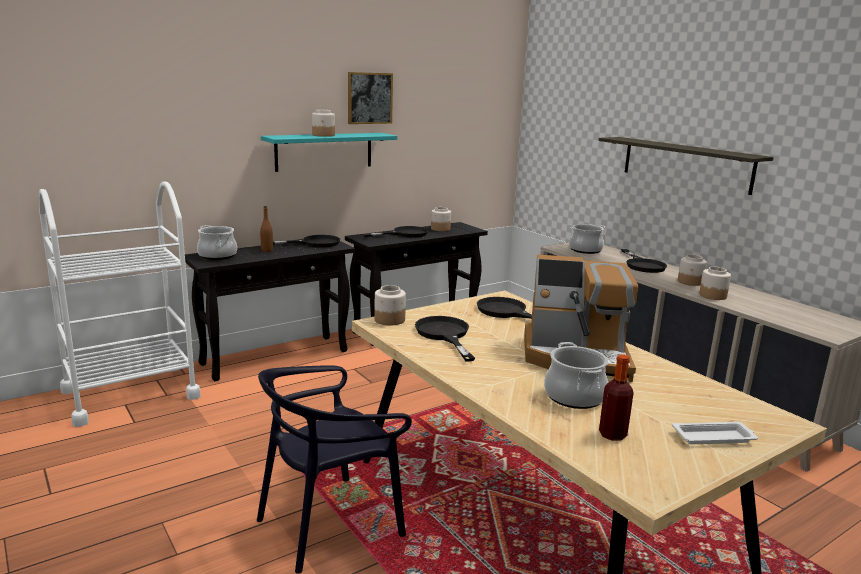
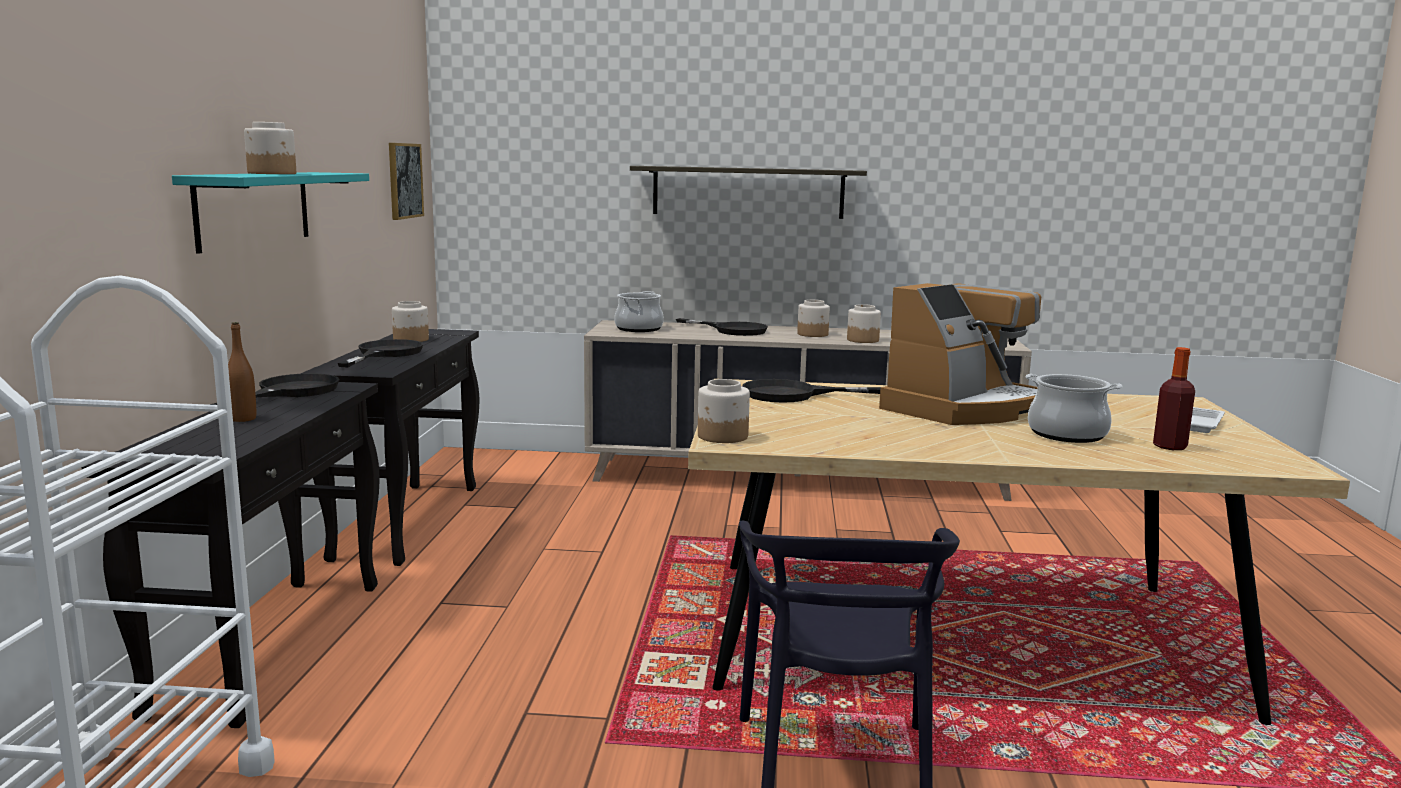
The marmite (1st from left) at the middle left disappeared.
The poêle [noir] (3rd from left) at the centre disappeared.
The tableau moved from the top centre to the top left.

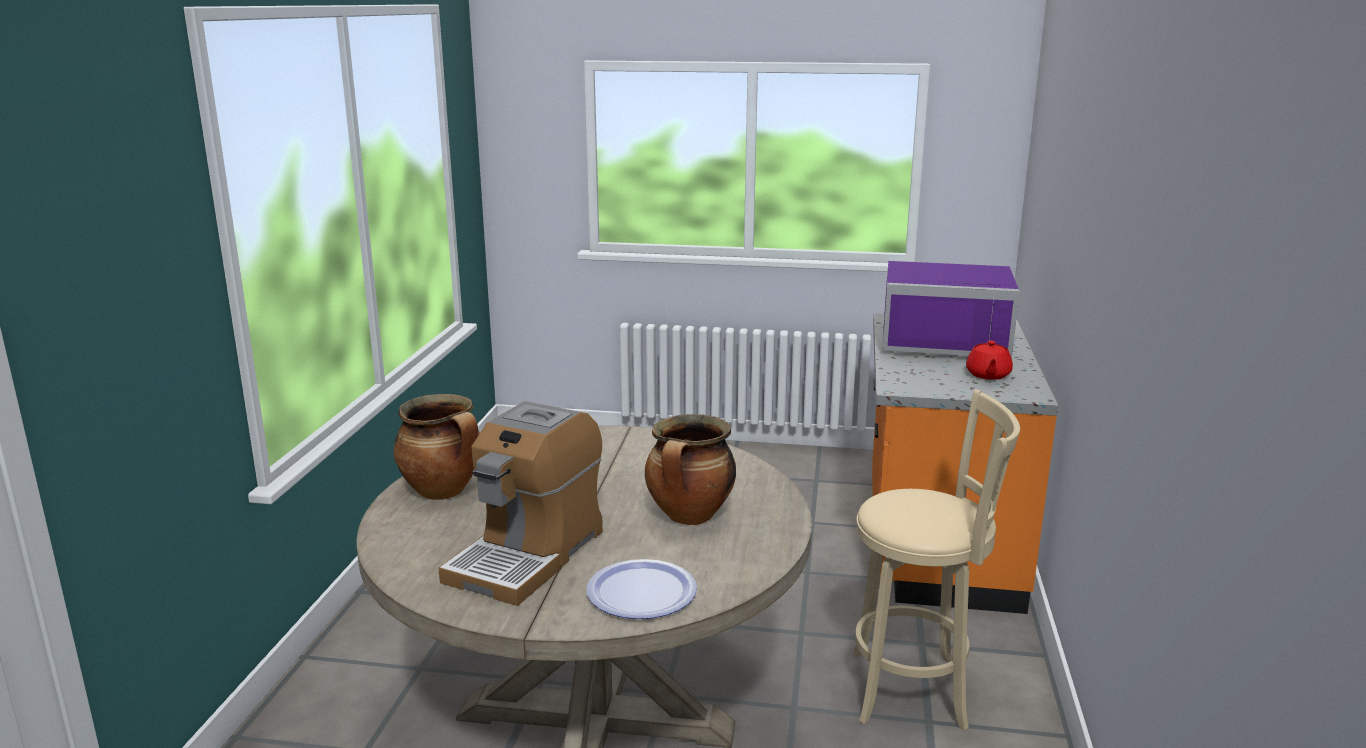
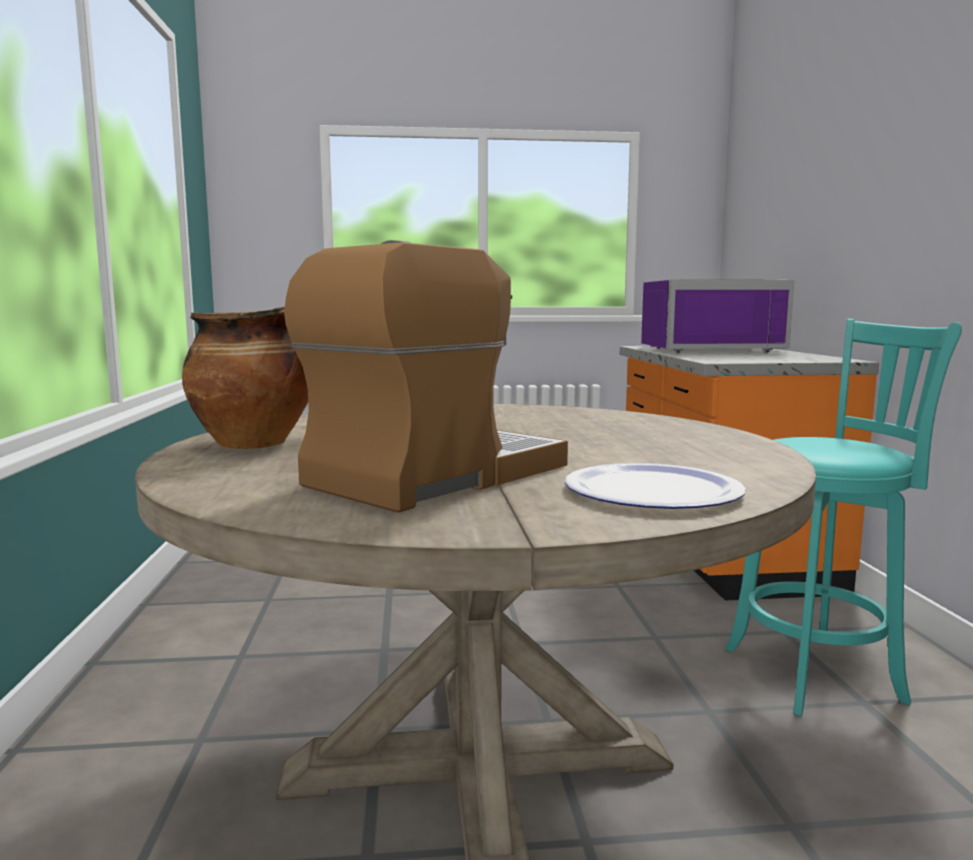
The marmite (2nd from left) at the centre disappeared.
The théière [rouge] at the middle right disappeared.
The tabouret [beige] at the bottom right became the tabouret [turquoise] at the middle right.
The machine à café at the bottom centre turned 150 degrees counterclockwise.

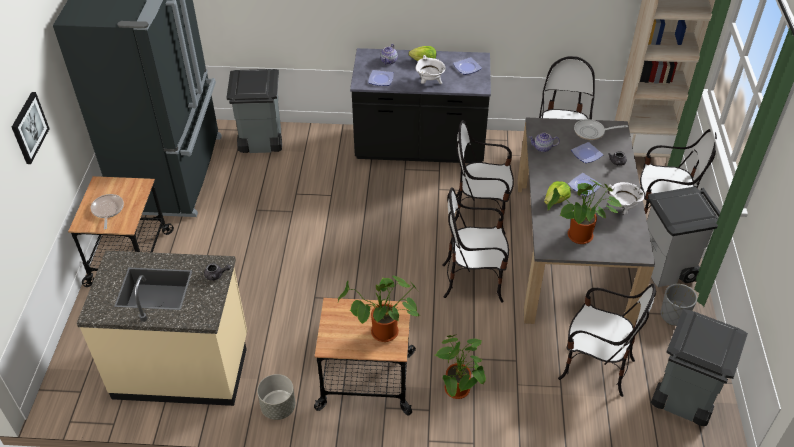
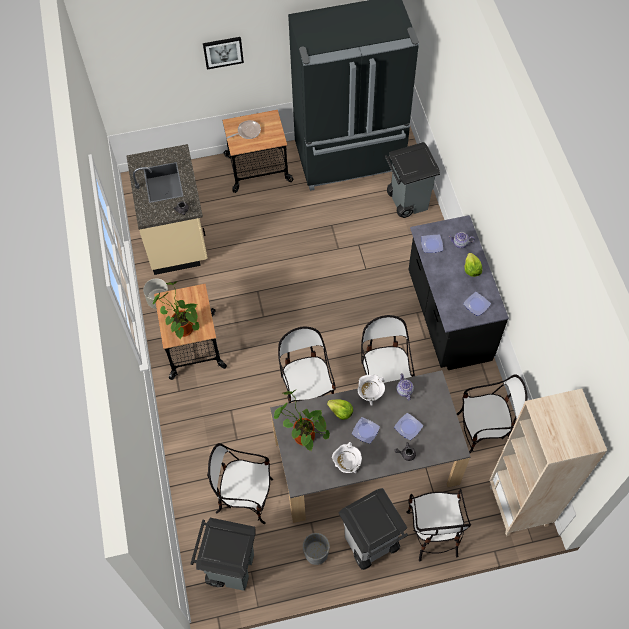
The plante en pot (2nd from left) at the bottom centre disappeared.
The poêle (2nd from left) at the top right disappeared.
The marmite [blanc] (1st from left in the first image) moved from the top centre to the centre.
The chaise (4th from left in the first image) at the bottom right turned 90 degrees clockwise.

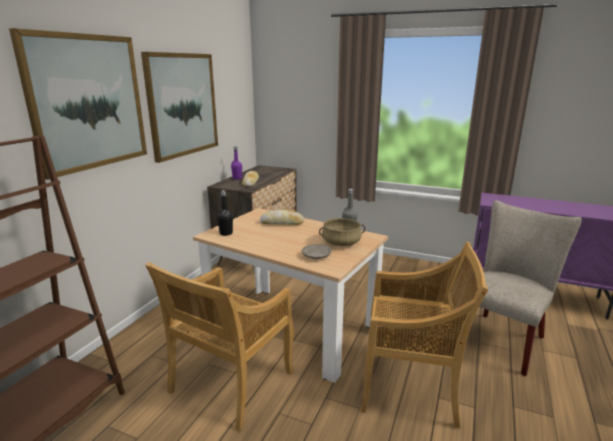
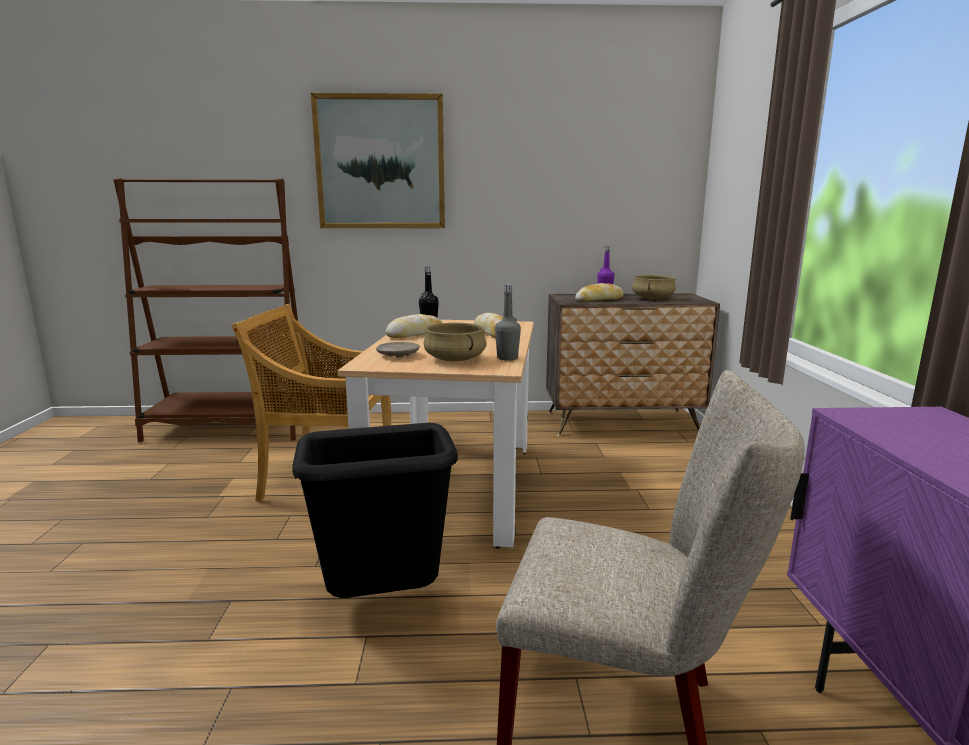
The tableau (2nd from left) at the top left disappeared.
The pain (1st from left) at the centre appeared.
The marmite [beige] (2nd from left) at the middle right appeared.
The chaise [beige] (2nd from left) at the bottom right was replaced by the poubelle [noir] at the bottom centre.

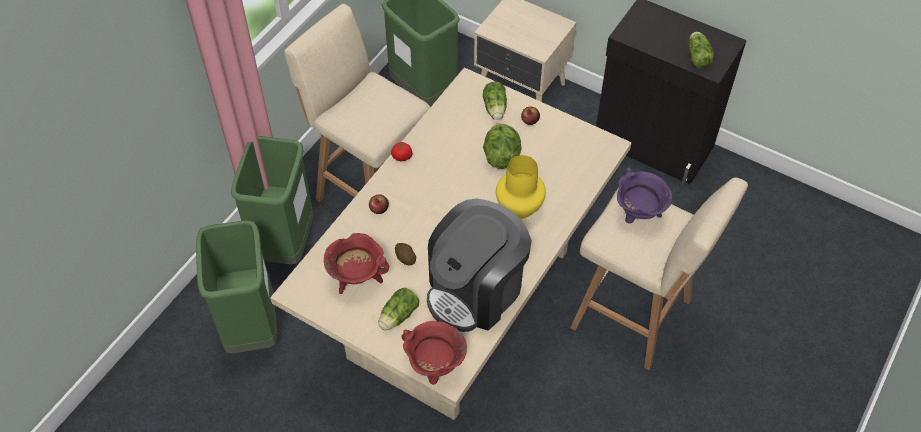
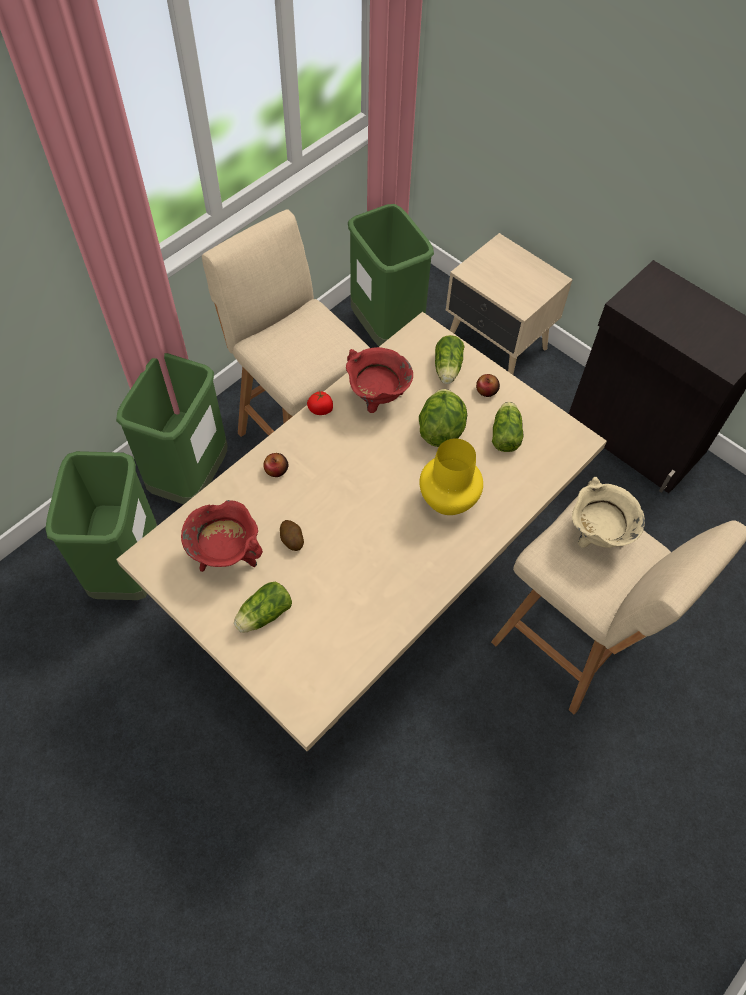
The machine à café at the centre disappeared.
The marmite [rouge] (2nd from left) moved from the bottom centre to the centre.
The laitue (4th from left) moved from the top right to the middle right.
The marmite [violet] at the middle right became the marmite [beige] at the middle right.

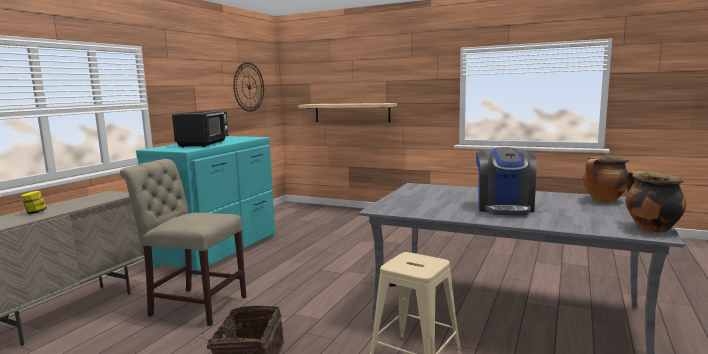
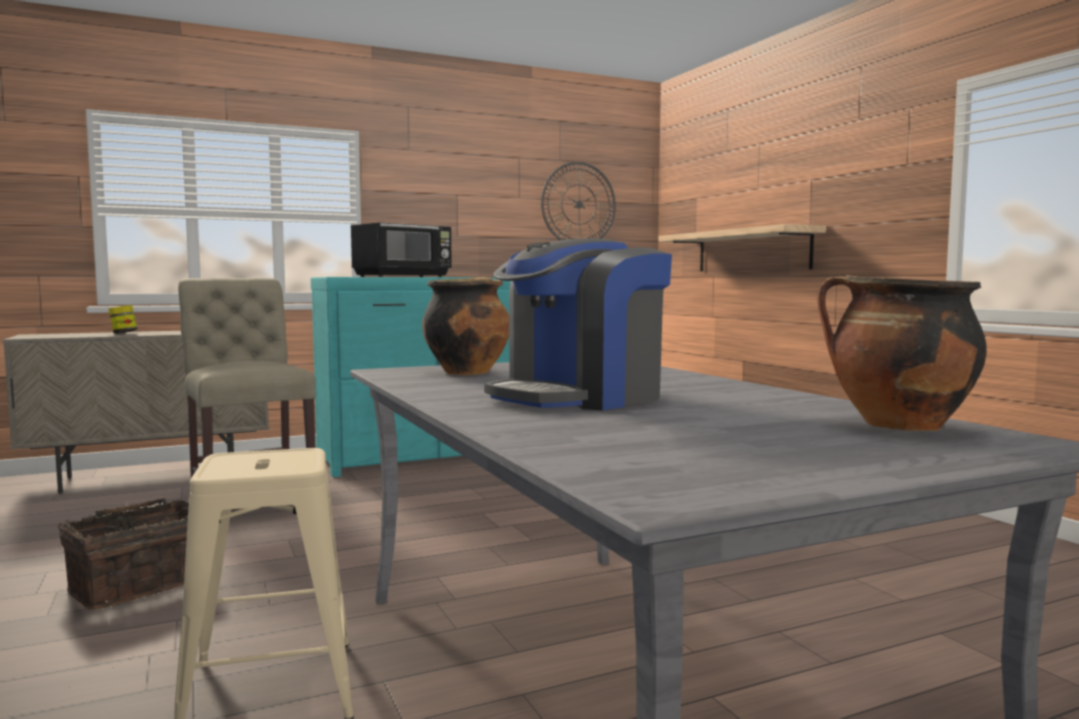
The marmite (2nd from left in the first image) moved from the middle right to the centre.

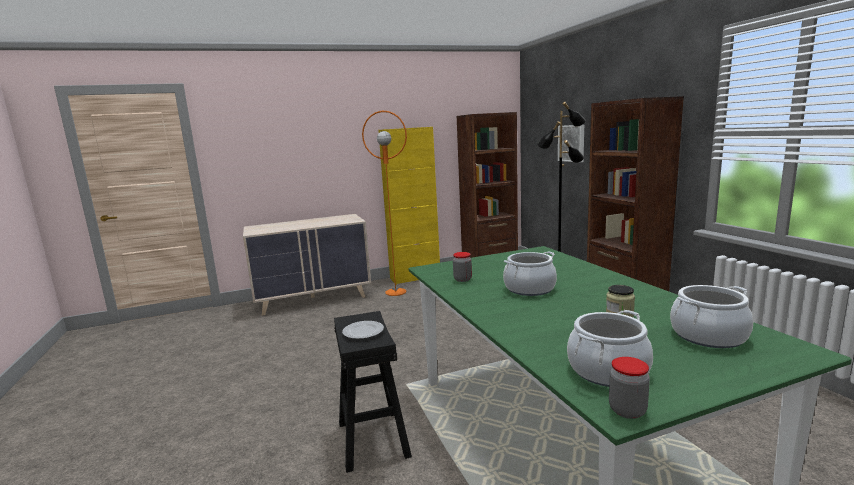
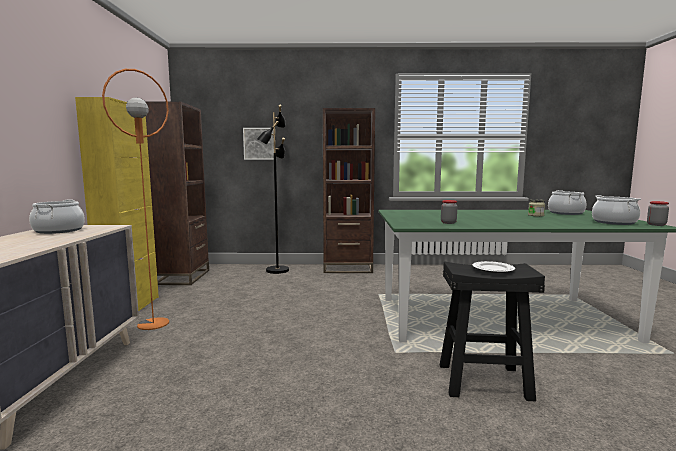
The marmite (1st from left) moved from the centre to the middle left.

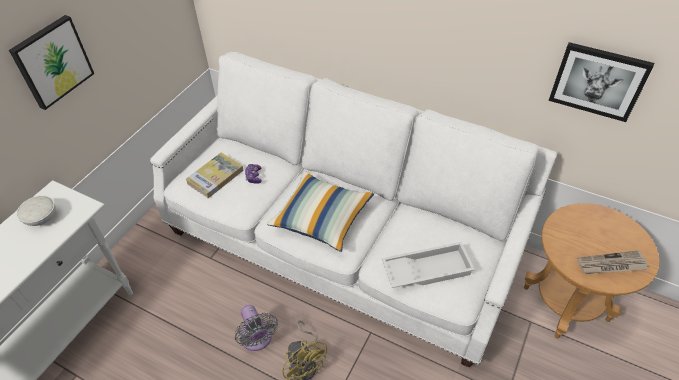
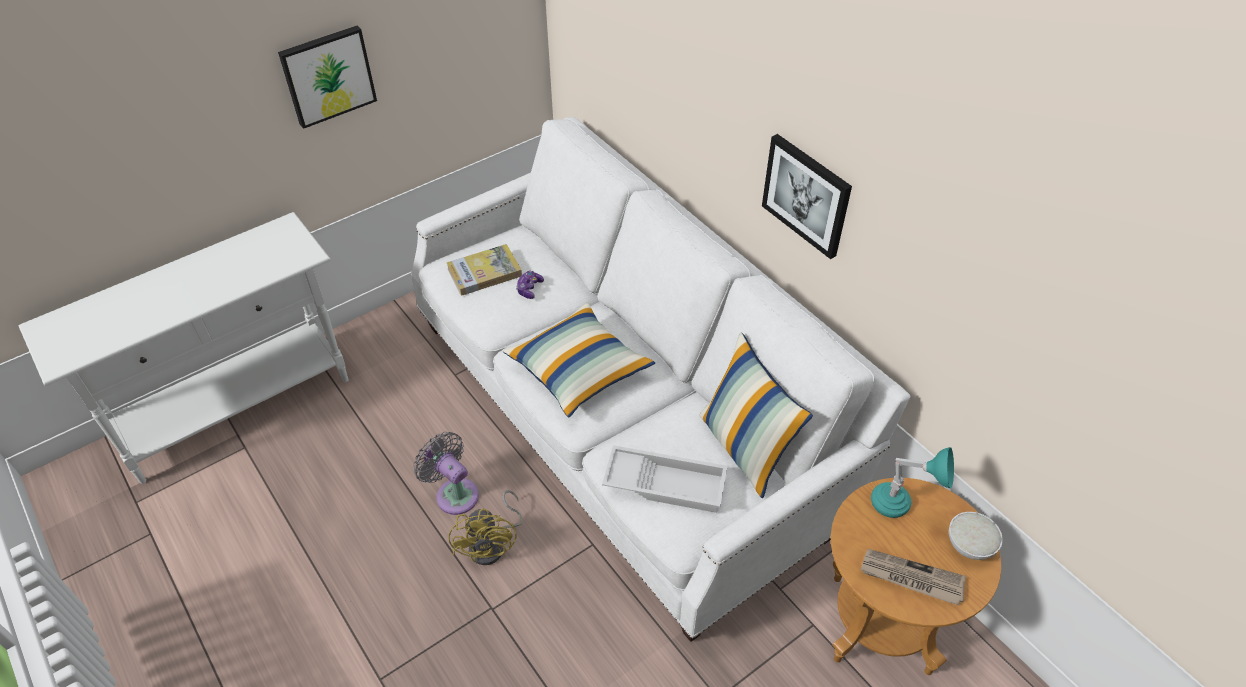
The coussin (2nd from left) at the centre appeared.
The lampe de table [turquoise] at the bottom right appeared.
The bol [blanc] moved from the middle left to the bottom right.
The tableau (2nd from left) moved from the top right to the top centre.
The ventilateur [gris] at the bottom centre turned 135 degrees clockwise.

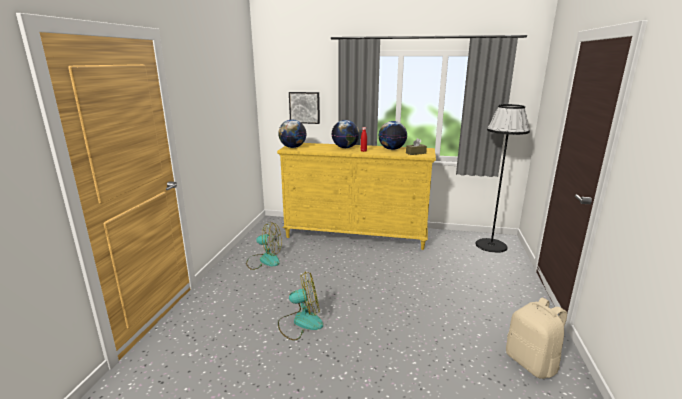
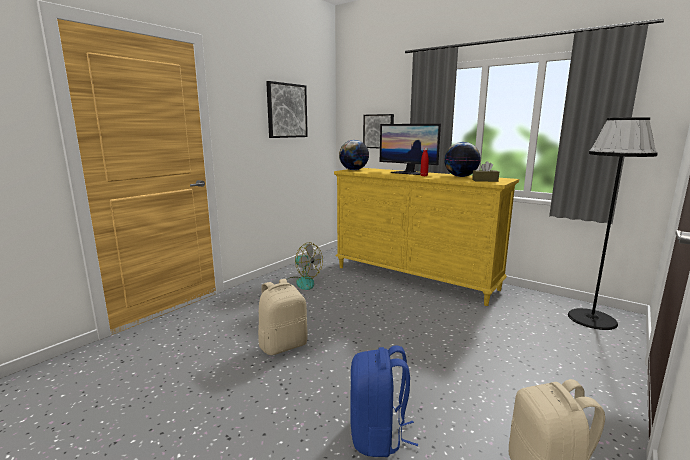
The tableau (1st from left) at the top centre appeared.
The sac à dos [bleu] at the bottom centre appeared.
The ventilateur (2nd from left) at the bottom centre was replaced by the sac à dos [beige] (1st from left) at the bottom centre.
The globe (2nd from left) at the centre was replaced by the écran d'ordinateur at the top centre.

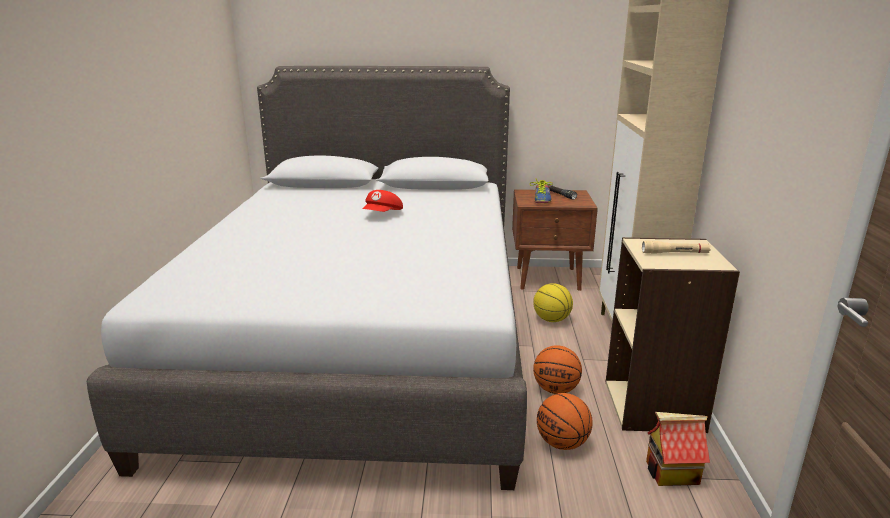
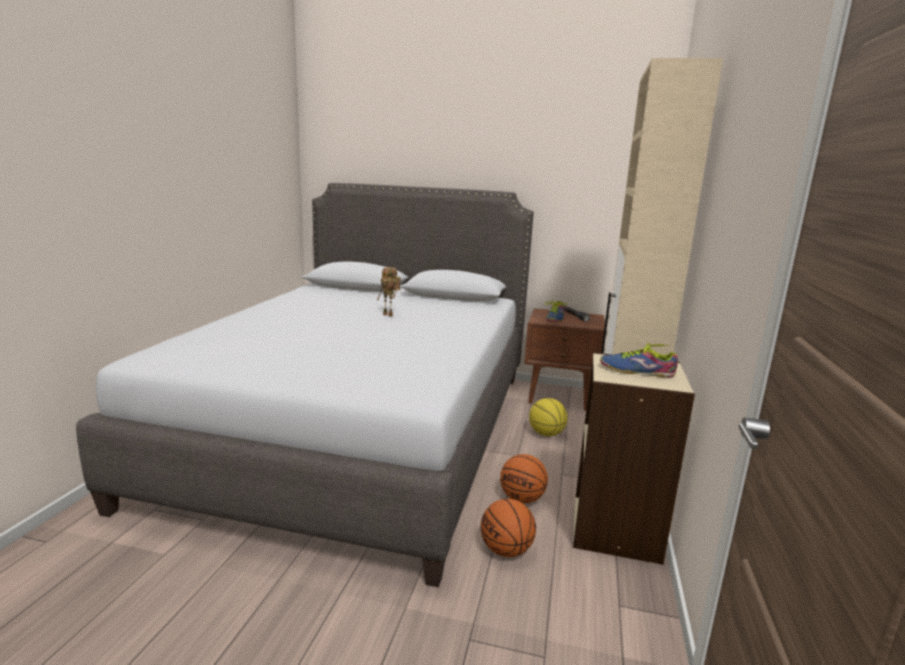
The maison miniature at the bottom right disappeared.
The casquette [rouge] at the centre was replaced by the robot jouet at the centre.
The lampe de poche [beige] at the middle right was replaced by the chaussure (2nd from left) at the middle right.

